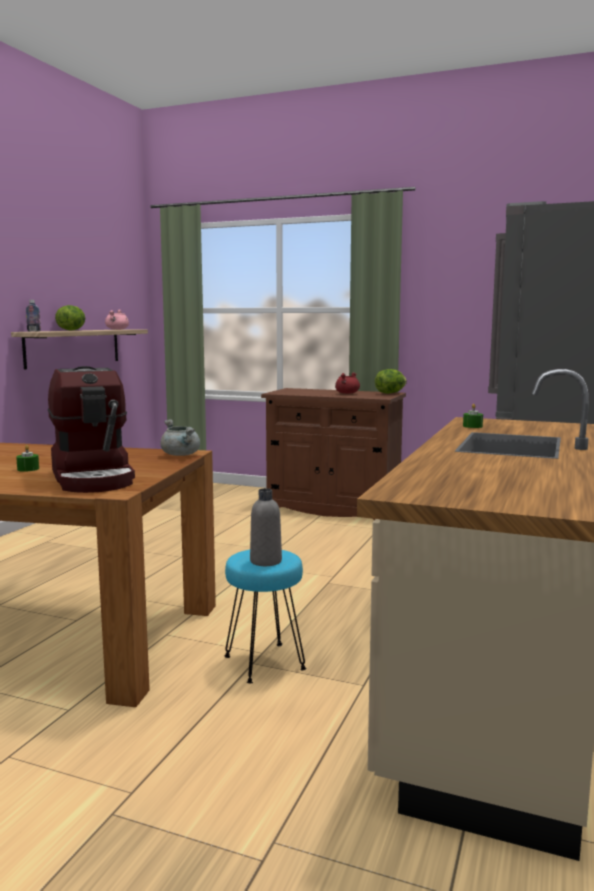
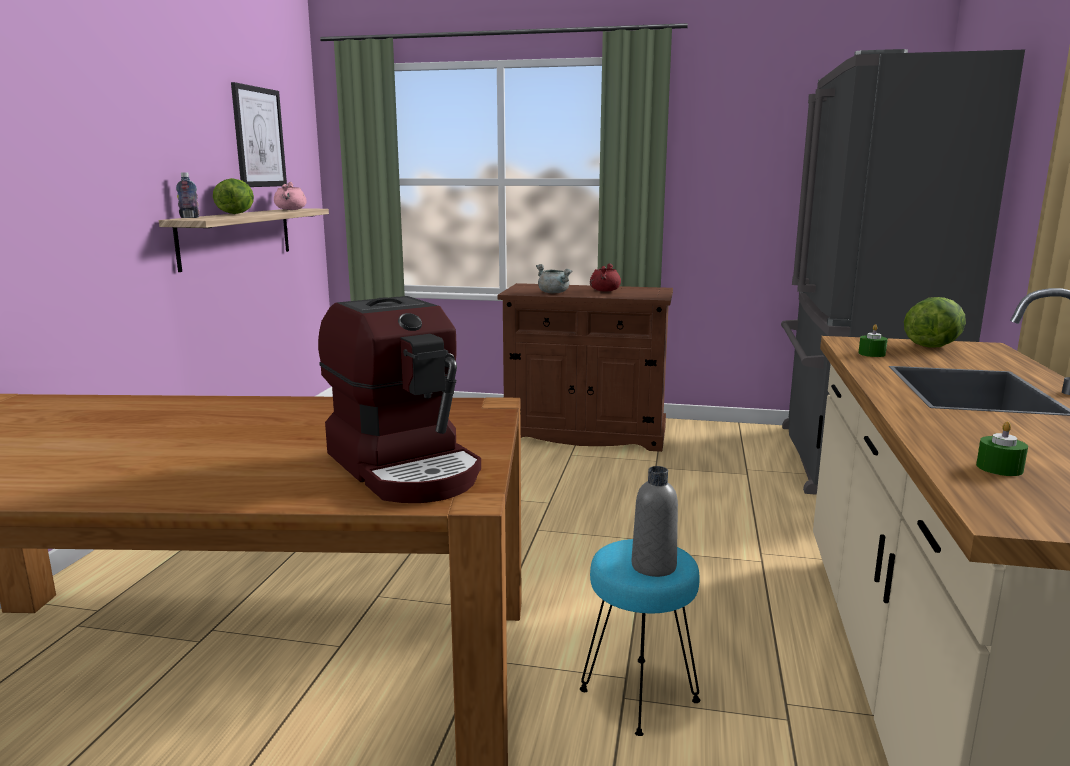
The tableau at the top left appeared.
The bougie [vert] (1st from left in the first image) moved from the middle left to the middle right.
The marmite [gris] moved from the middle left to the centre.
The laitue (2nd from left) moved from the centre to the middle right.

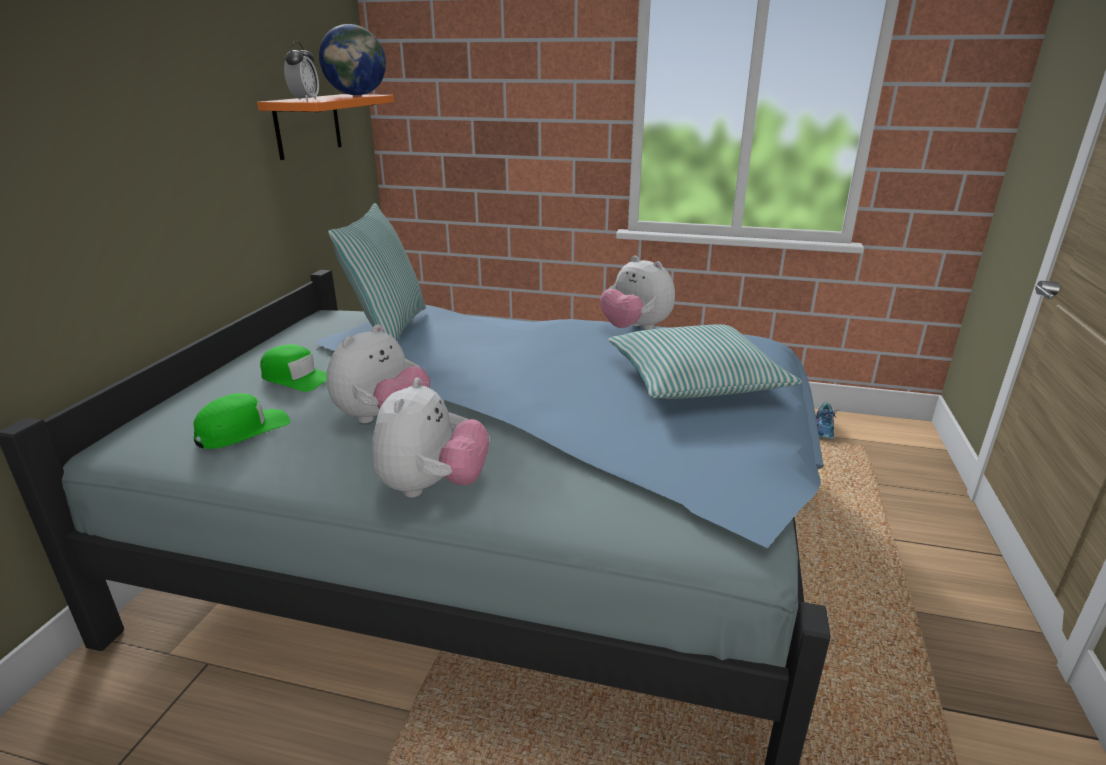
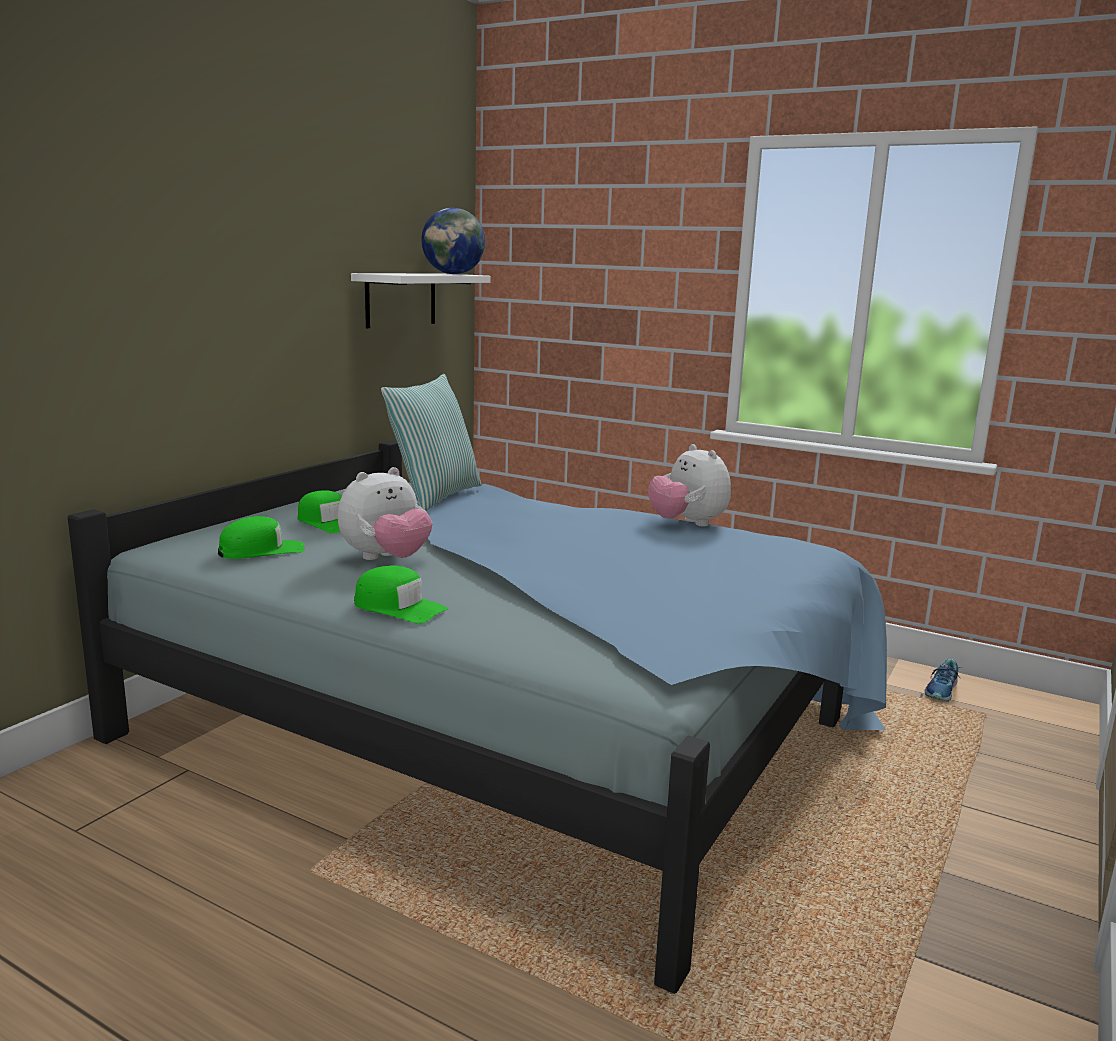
The réveil at the top left disappeared.
The coussin (2nd from left) at the centre disappeared.
The peluche (2nd from left) at the centre was replaced by the casquette [vert] (3rd from left) at the centre.
The étagère [orange] at the top left became the étagère [blanc] at the top centre.

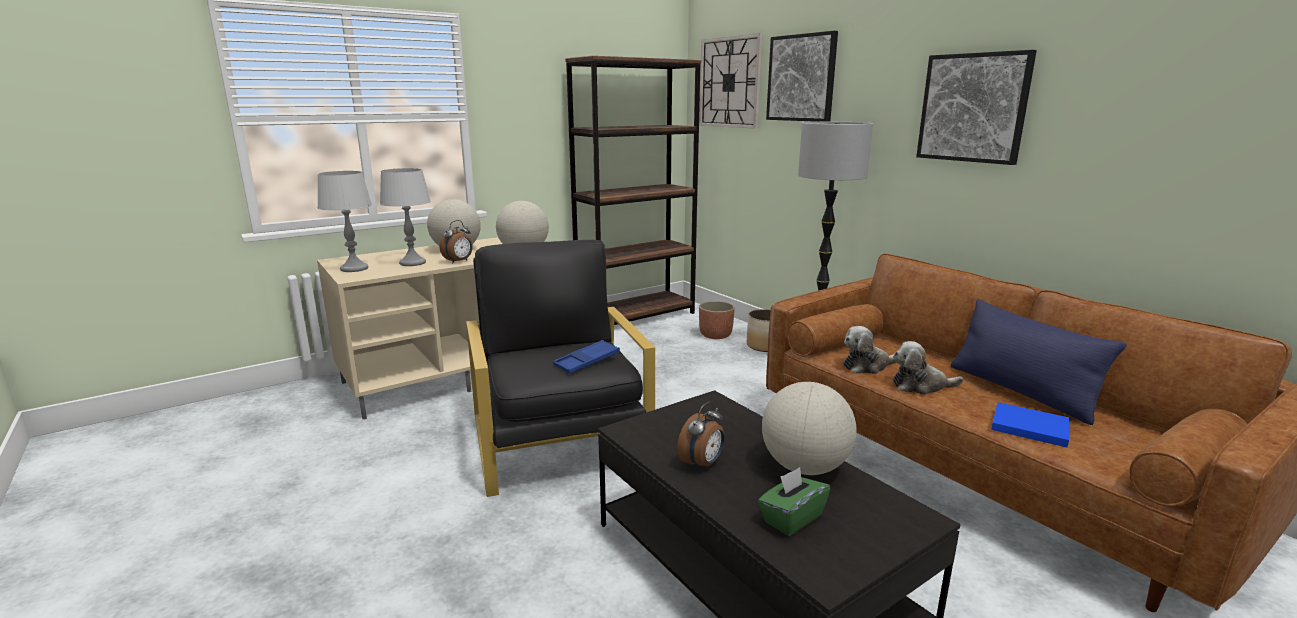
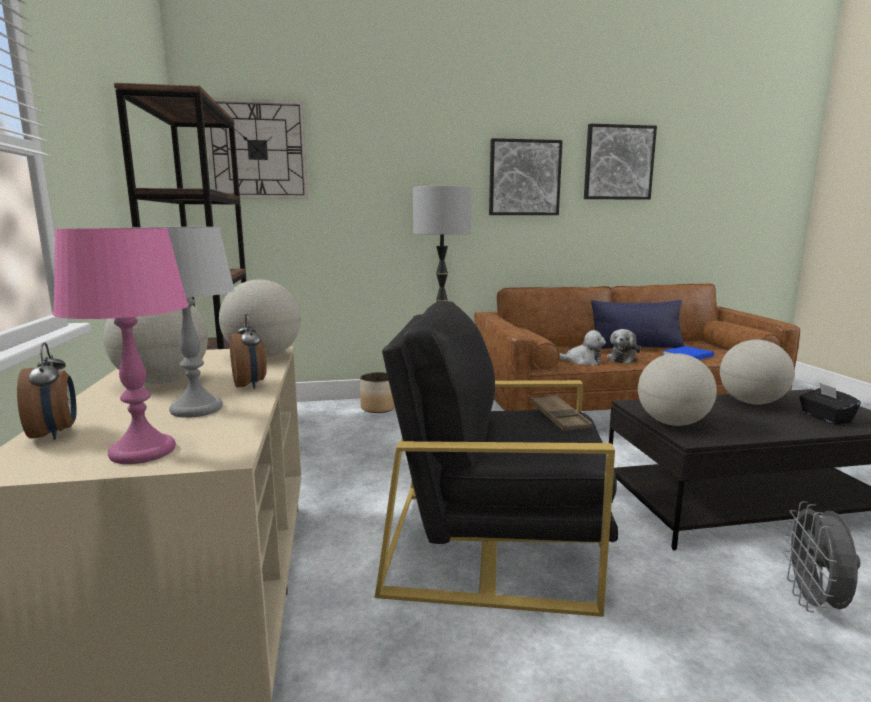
The cache-pot (1st from left) at the centre disappeared.
The globe (3rd from left) at the middle right appeared.
The ventilateur [gris] at the bottom right appeared.
The réveil (2nd from left in the first image) moved from the bottom centre to the middle left.
The tableau (1st from left in the first image) moved from the top centre to the top right.
The lampe de table [gris] (1st from left) at the middle left became the lampe de table [rose] at the middle left.
The plateau [bleu] at the centre became the plateau [marron] at the centre.
The boîte à mouchoirs [vert] at the bottom centre became the boîte à mouchoirs [noir] at the middle right.
The peluche (1st from left) at the middle right turned 75 degrees counterclockwise.

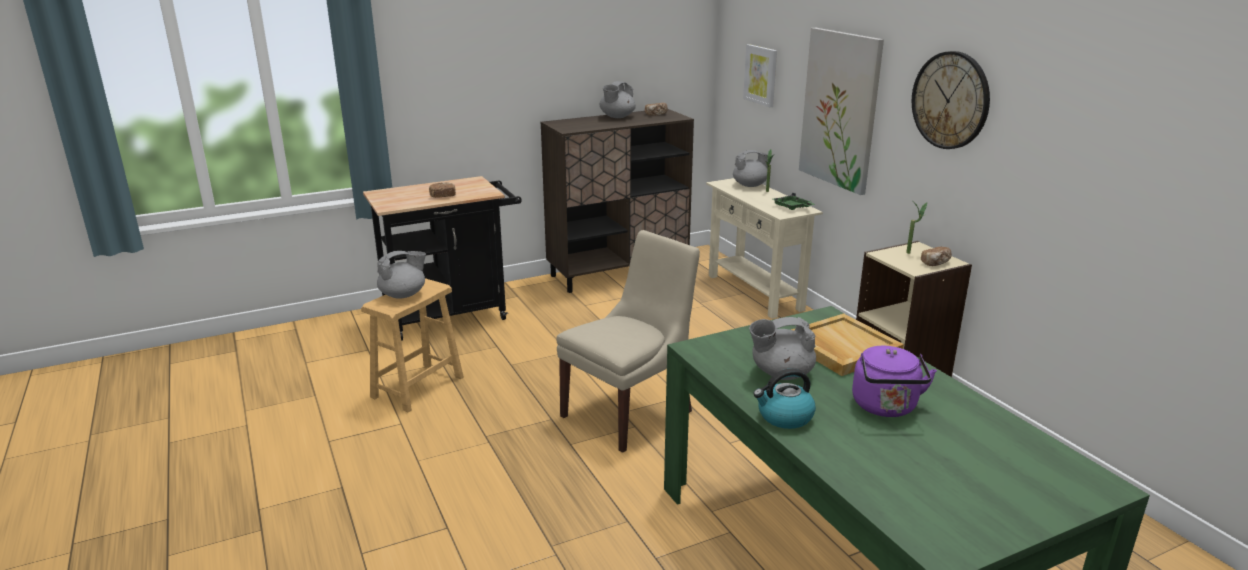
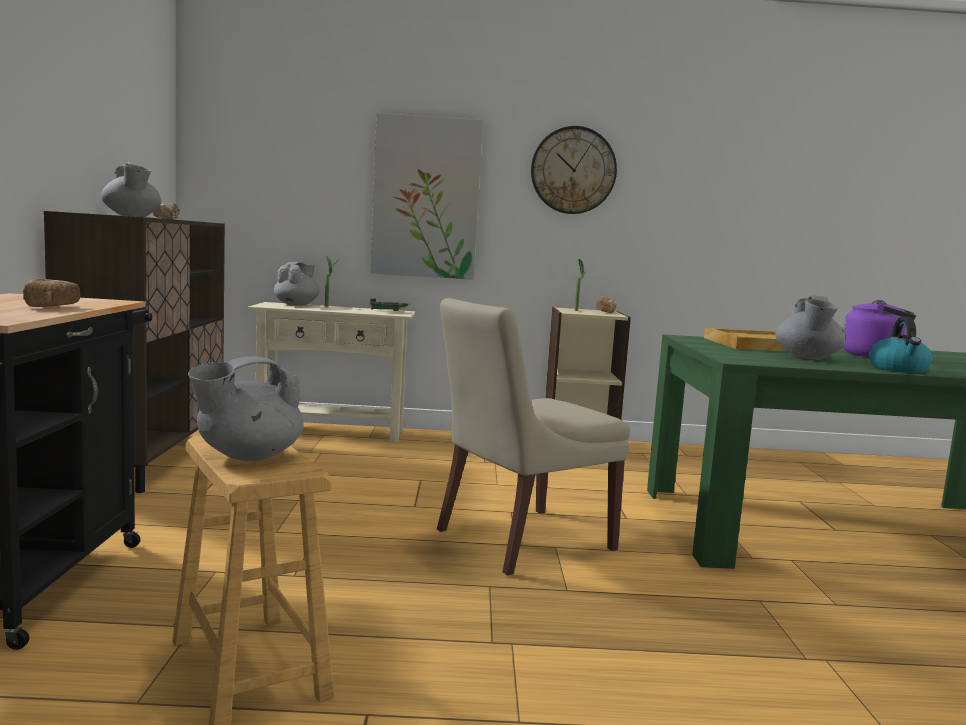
The tableau (1st from left) at the top centre disappeared.
The théière [gris] (1st from left in the first image) at the middle left turned 120 degrees counterclockwise.
The chaise [beige] at the centre turned 105 degrees counterclockwise.

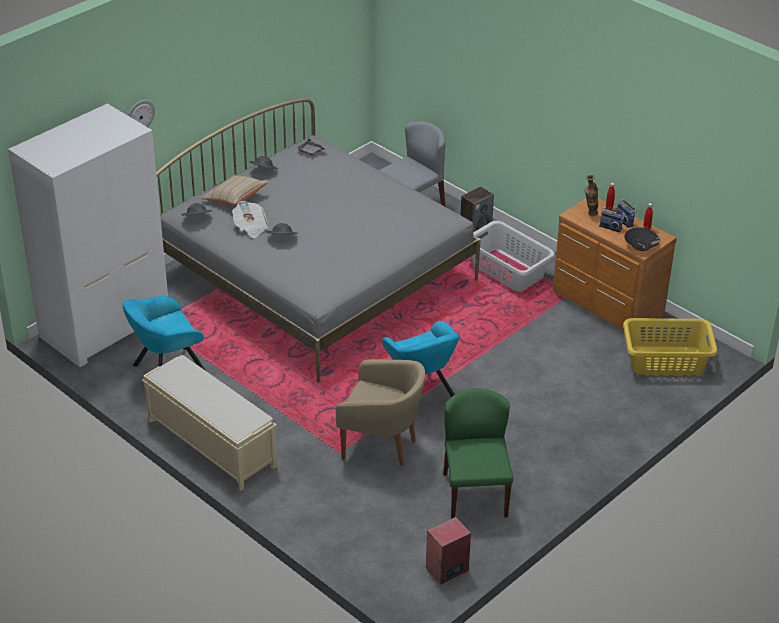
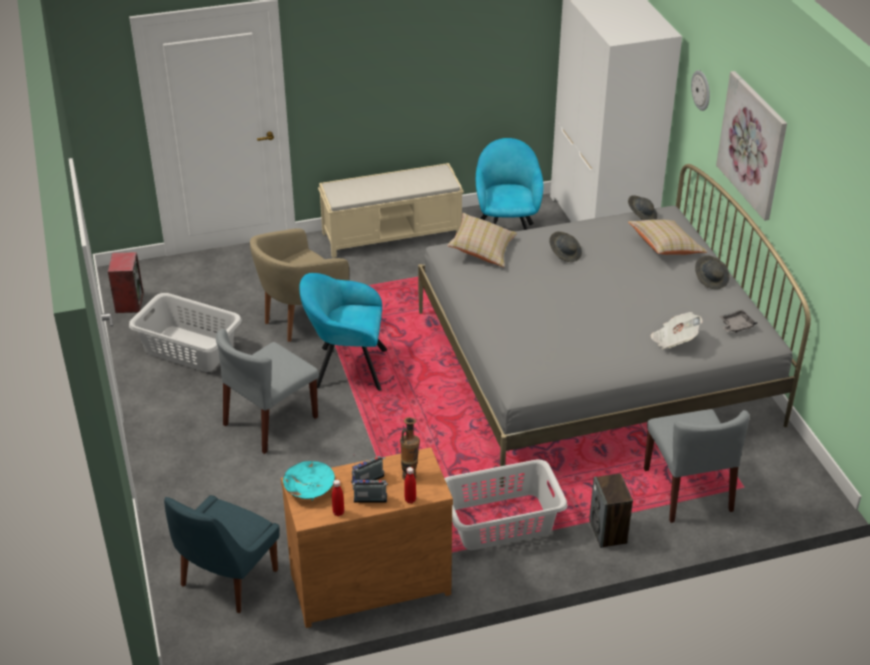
The chaise [gris] (1st from left) at the middle left appeared.
The coussin [beige] (1st from left) at the centre appeared.
The tableau at the top right appeared.
The journal moved from the middle left to the middle right.
The chaise [vert] at the bottom centre was replaced by the panier à linge [gris] (1st from left) at the middle left.
The panier à linge [jaune] at the middle right was replaced by the chaise [bleu] at the bottom left.
The bol [noir] at the middle right became the bol [turquoise] at the bottom centre.

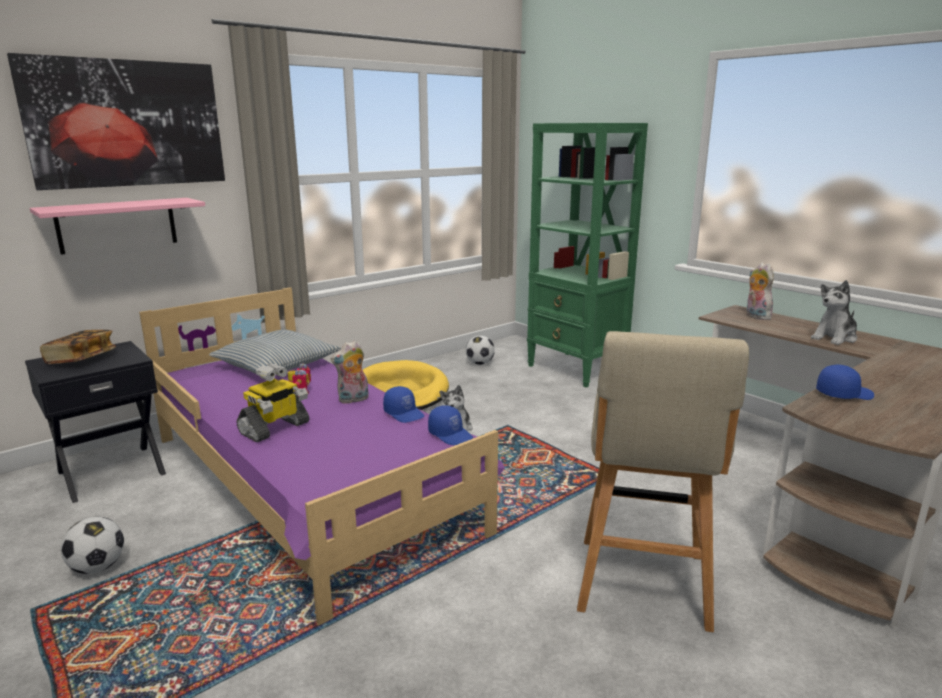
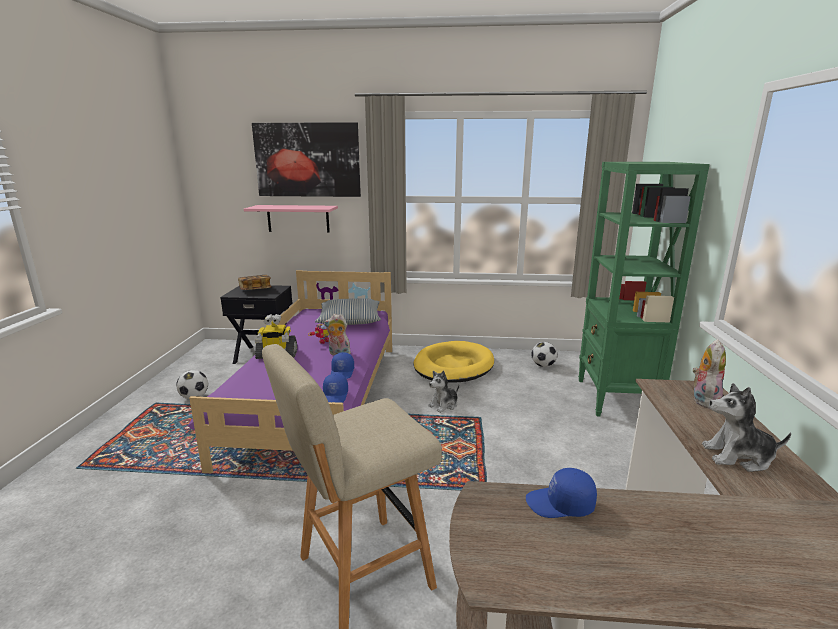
The casquette [bleu] (3rd from left) at the middle right turned 150 degrees clockwise.

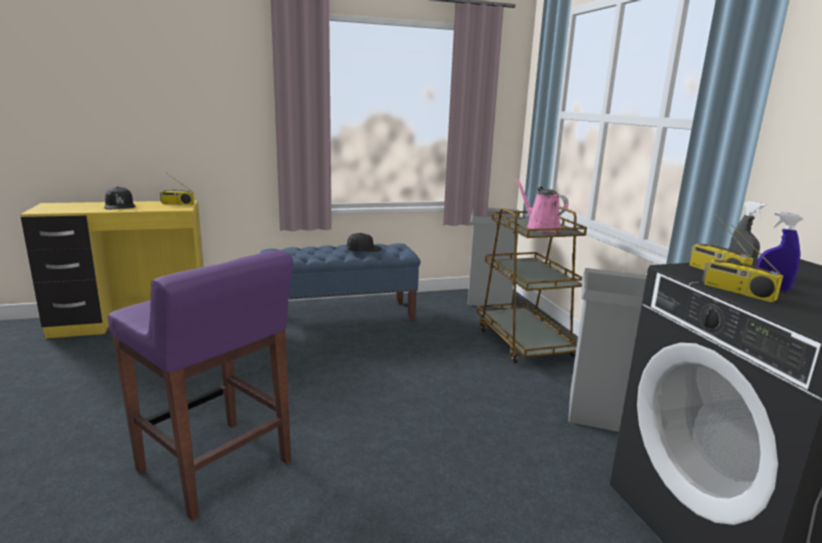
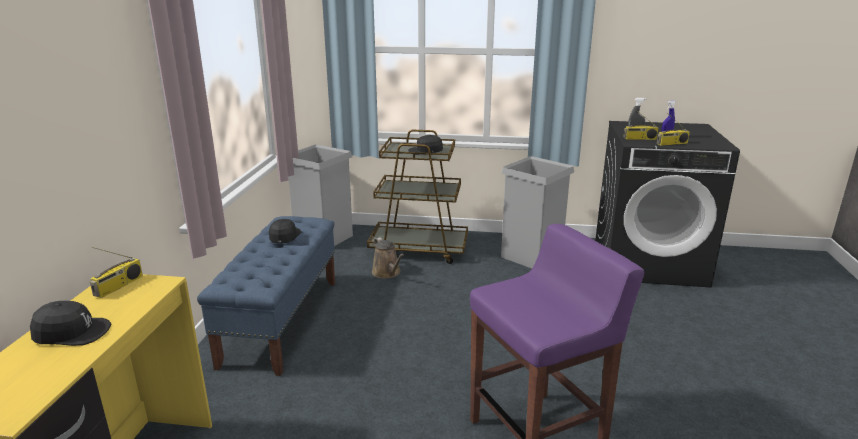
The arrosoir [marron] at the centre appeared.
The arrosoir [rose] at the centre was replaced by the casquette [noir] (3rd from left) at the top centre.

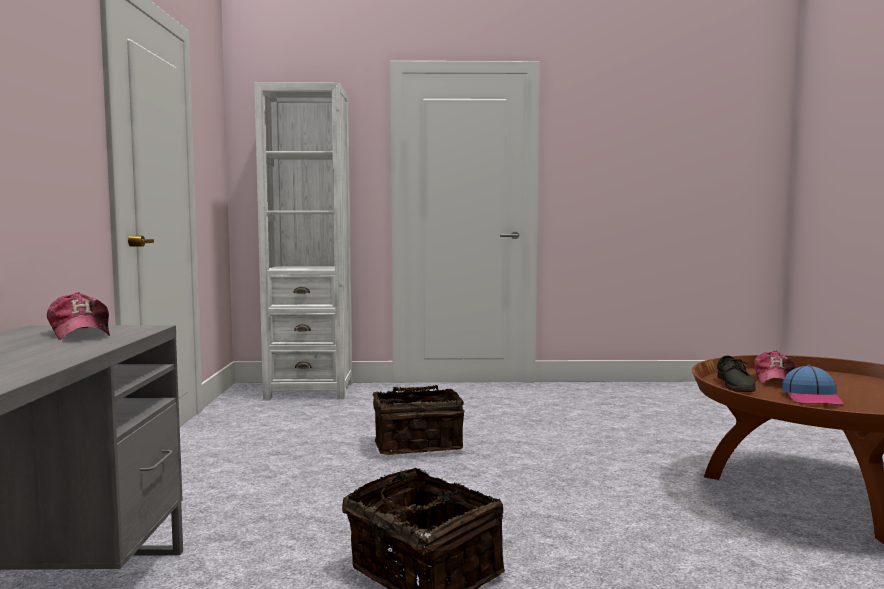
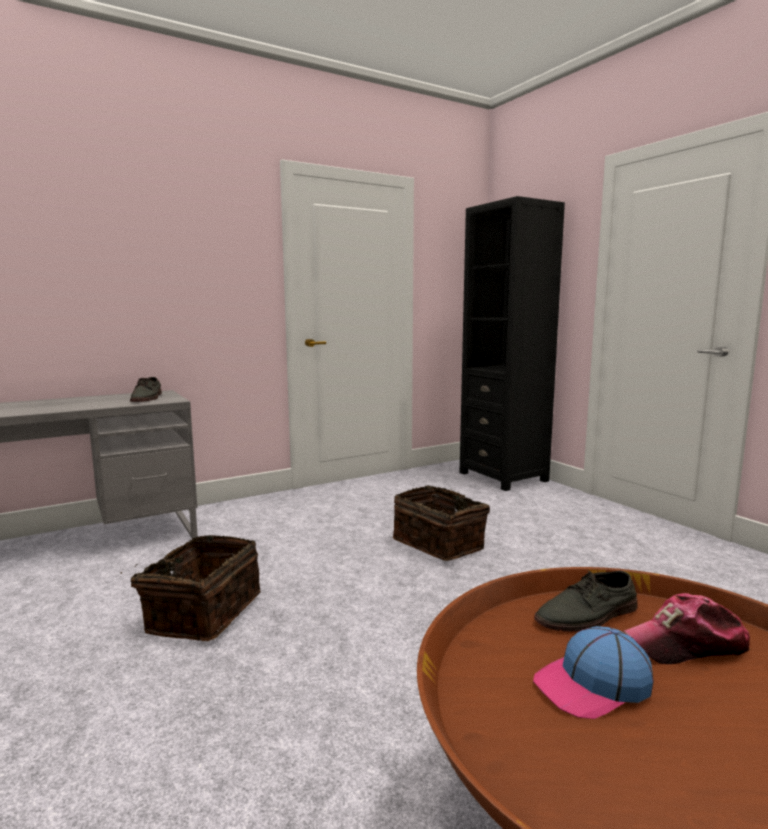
The casquette (1st from left) at the middle left was replaced by the chaussure [gris] (1st from left) at the middle left.
The bibliothèque [blanc] at the centre became the bibliothèque [noir] at the middle right.

